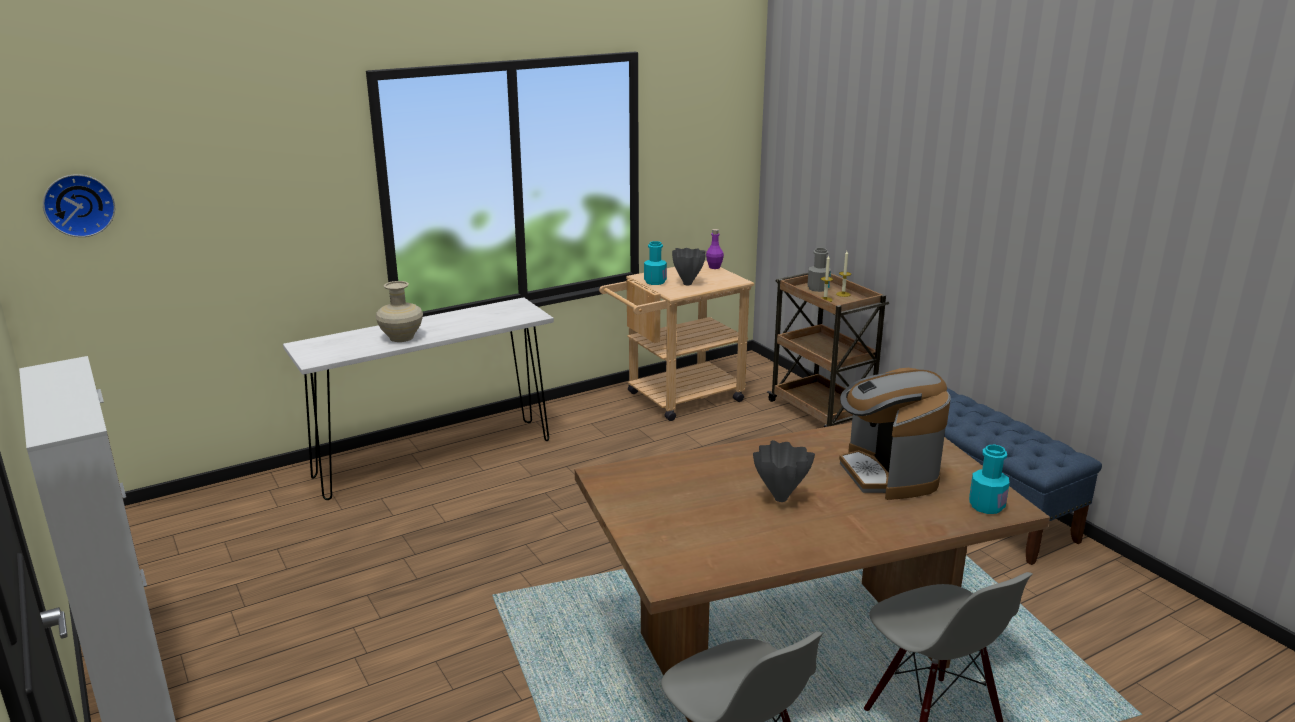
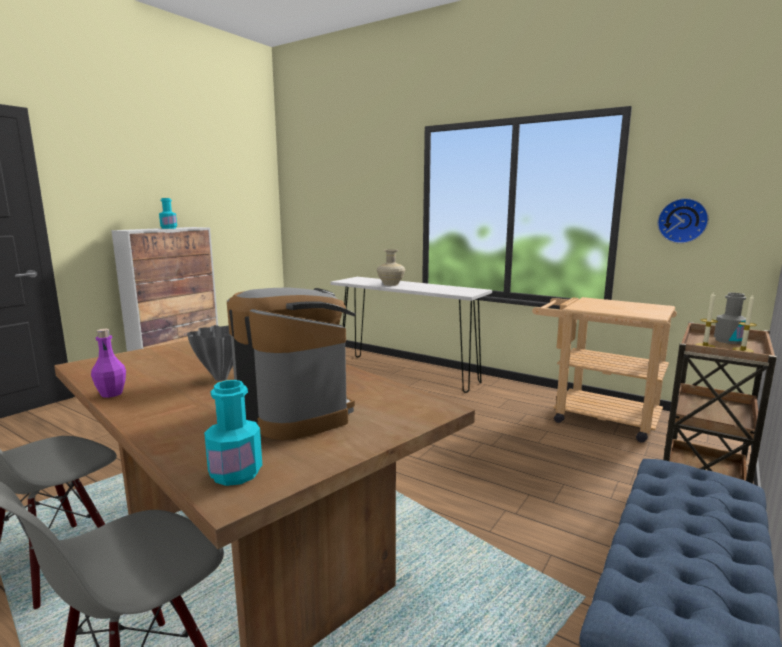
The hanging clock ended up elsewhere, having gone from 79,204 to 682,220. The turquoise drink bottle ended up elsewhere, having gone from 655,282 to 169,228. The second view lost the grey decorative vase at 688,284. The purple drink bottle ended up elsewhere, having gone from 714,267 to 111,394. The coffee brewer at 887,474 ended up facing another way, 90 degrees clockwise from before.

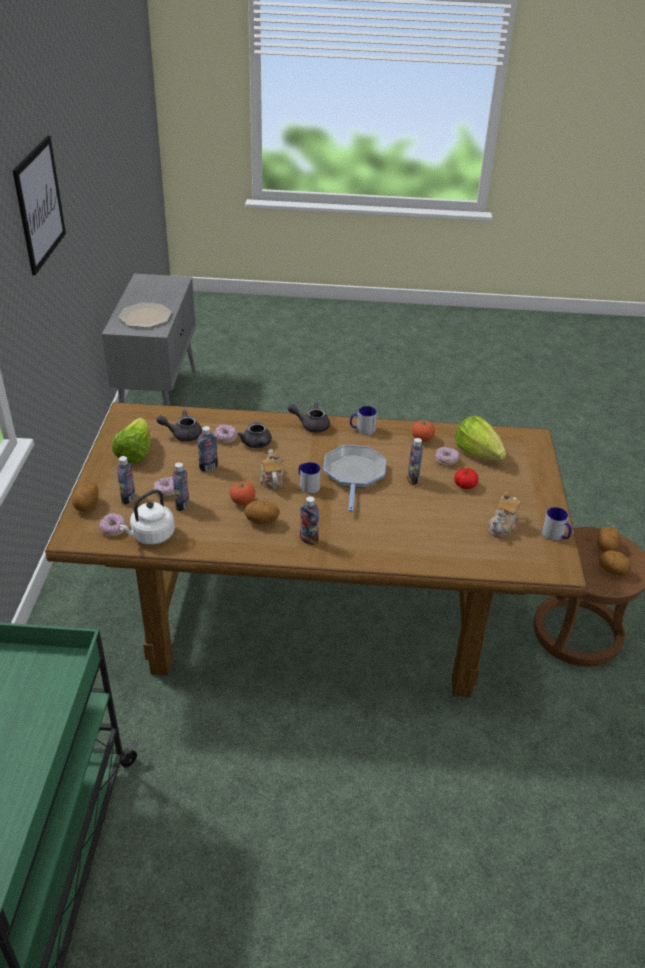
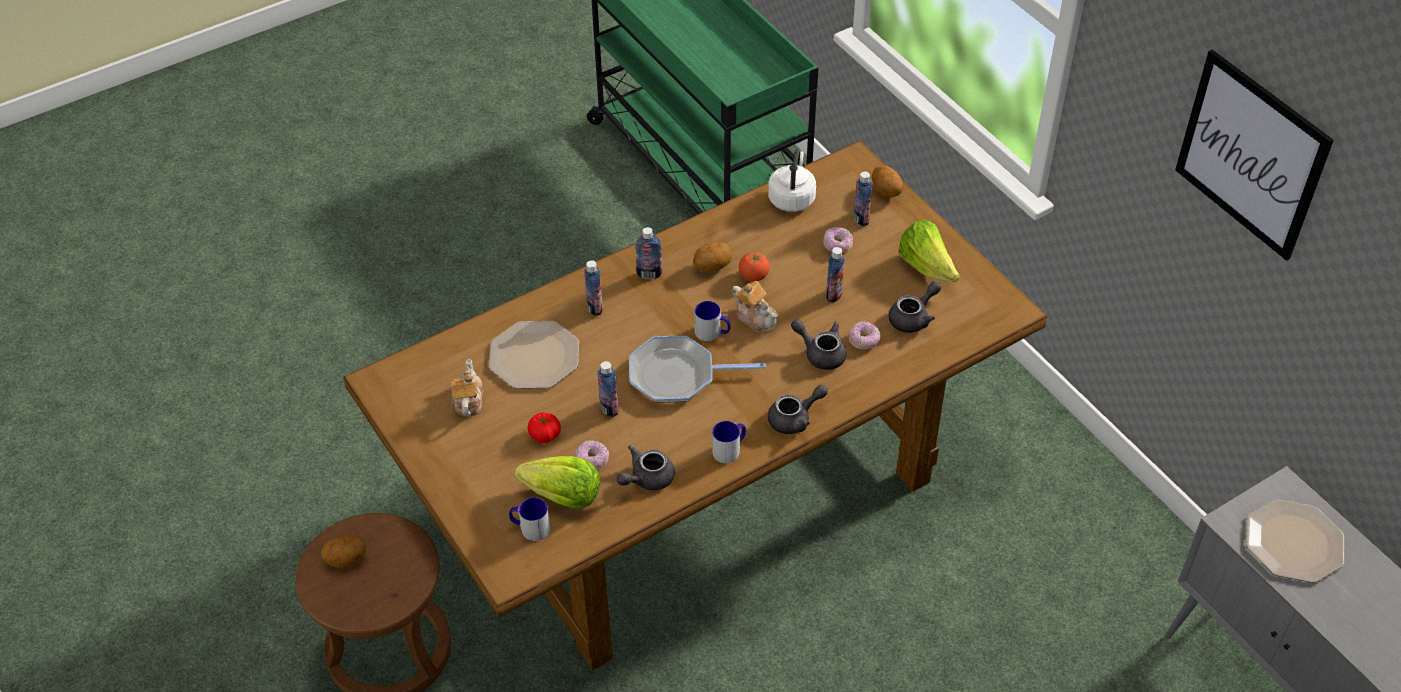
The second view lost the donut at 113,529. The drink bottle ended up elsewhere, having gone from 182,505 to 594,307. The skillet at 354,475 ended up facing another way, 120 degrees clockwise from before. Where the fresh tomato stood at 422,439, the grey pot for tea came to stand at 646,479. The tea mug ended up elsewhere, having gone from 555,535 to 530,528. The second view lost the potato at 606,547. The second view gained the dinner plate at 535,356.

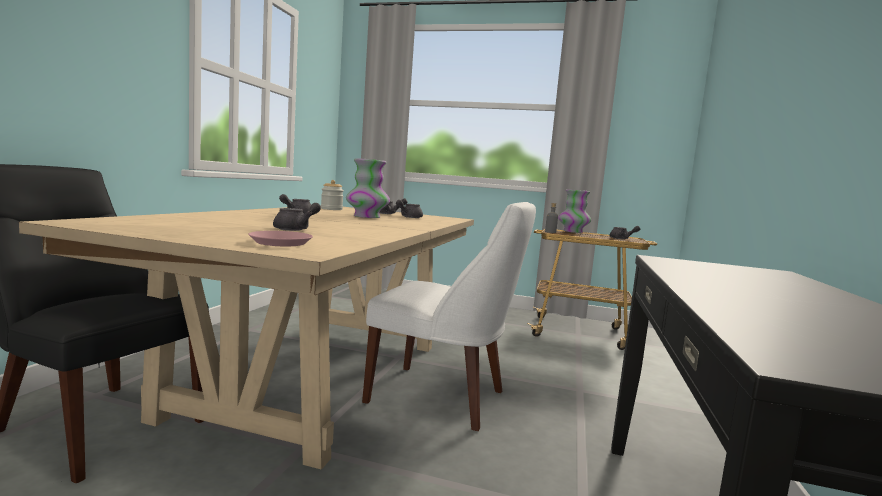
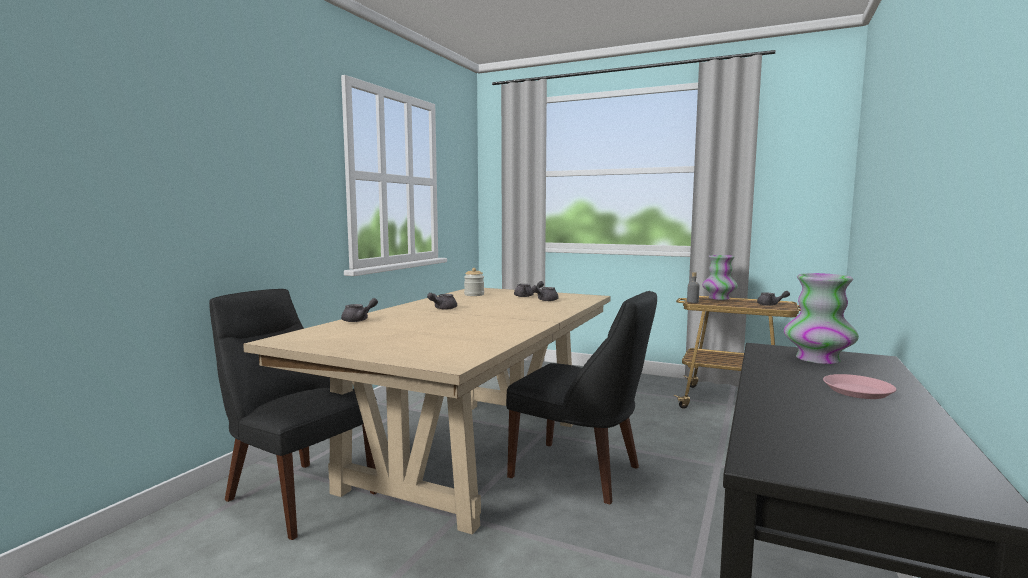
The pink-coloured dinner plate ended up elsewhere, having gone from 281,243 to 858,391. The grey pot for tea ended up elsewhere, having gone from 296,229 to 359,320. The decorative vase ended up elsewhere, having gone from 367,217 to 817,359. What was the whitish chair at 443,398 turned into the black chair at 580,473.

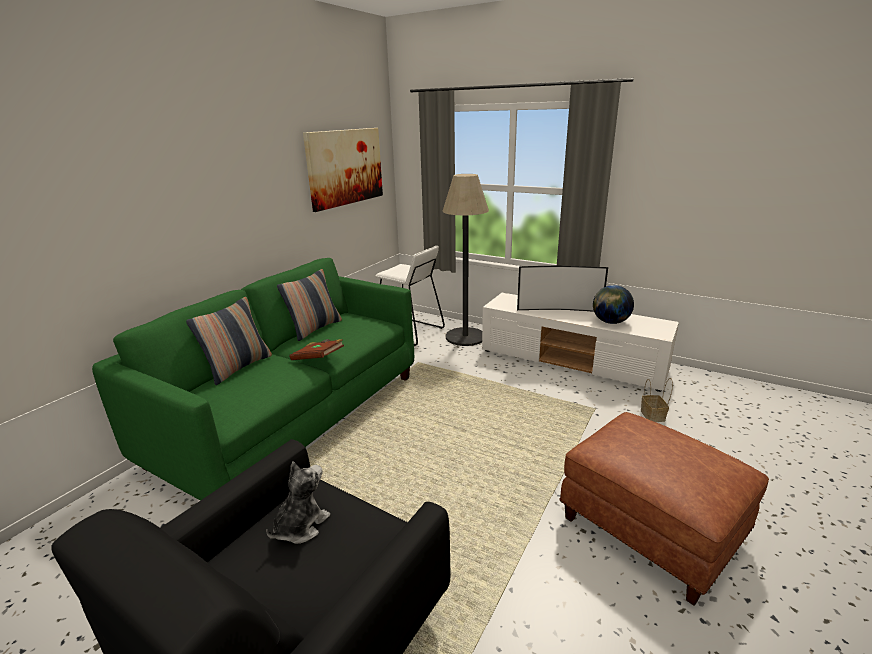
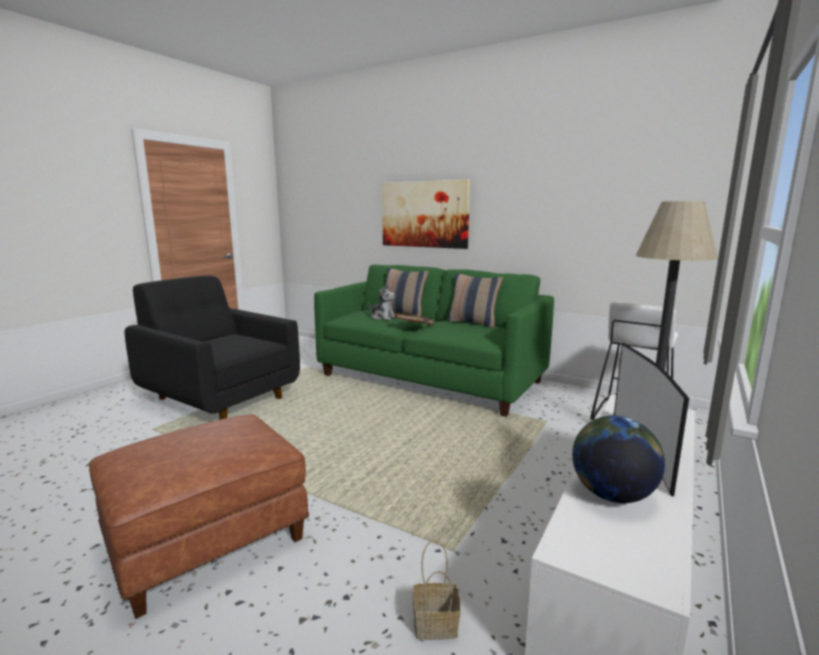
The cuddly toy ended up elsewhere, having gone from 300,526 to 383,317. The wall picture ended up elsewhere, having gone from 345,167 to 424,214.

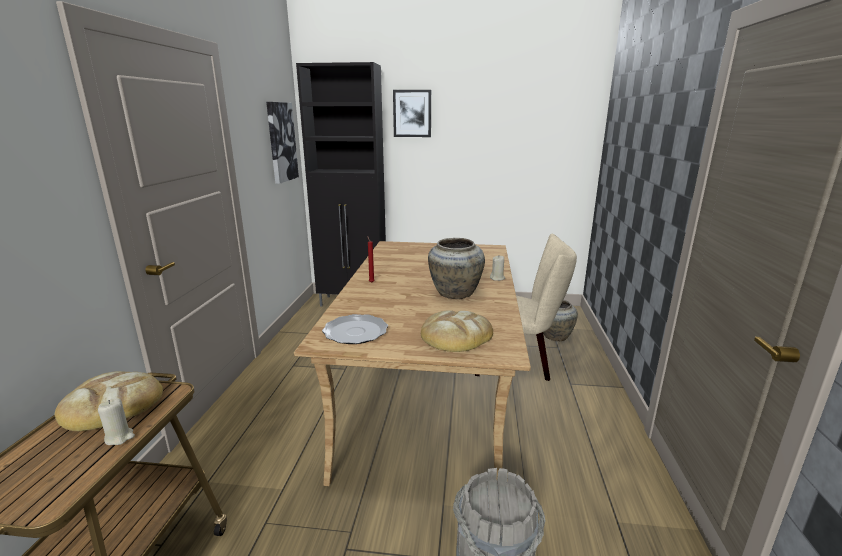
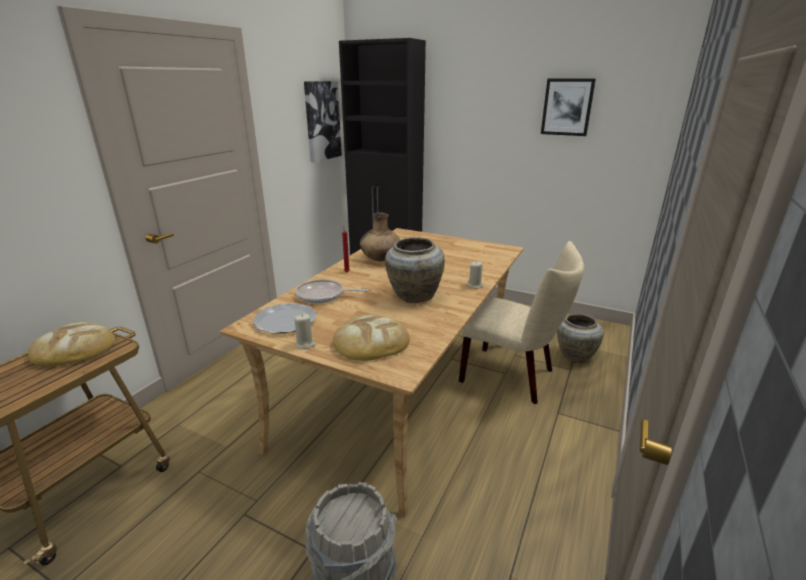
The sand-coloured wax light ended up elsewhere, having gone from 119,437 to 305,344. The wall picture ended up elsewhere, having gone from 412,113 to 567,107. The second view gained the skillet at 323,295. The second view gained the brownish decorative vase at 380,259.

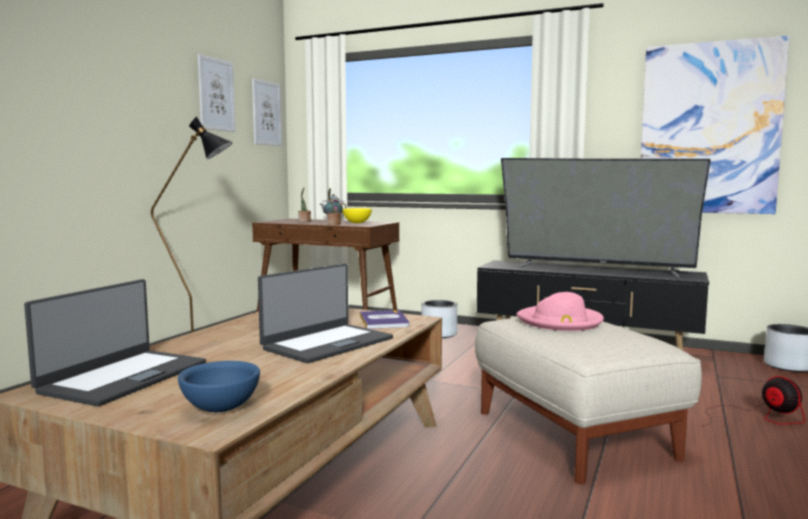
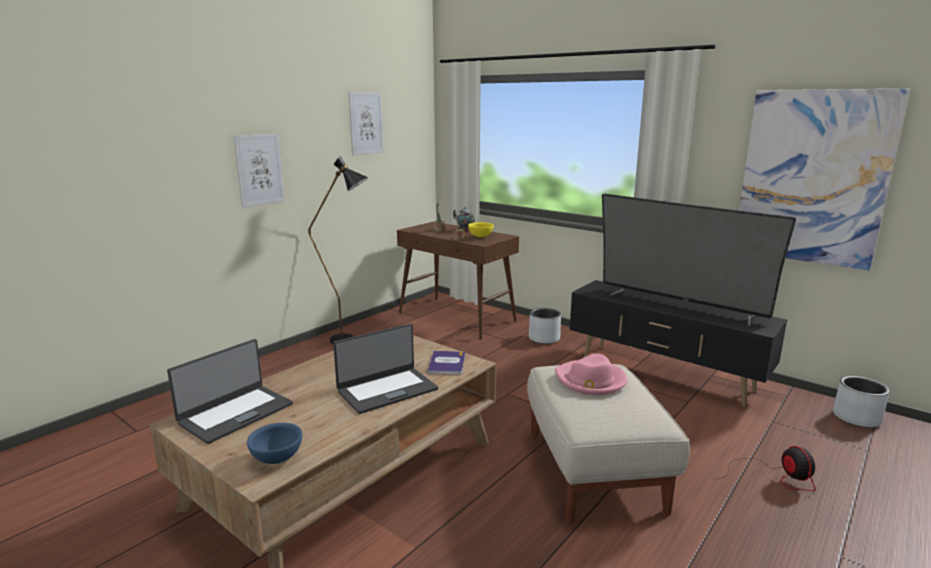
The wall picture ended up elsewhere, having gone from 266,113 to 259,170.

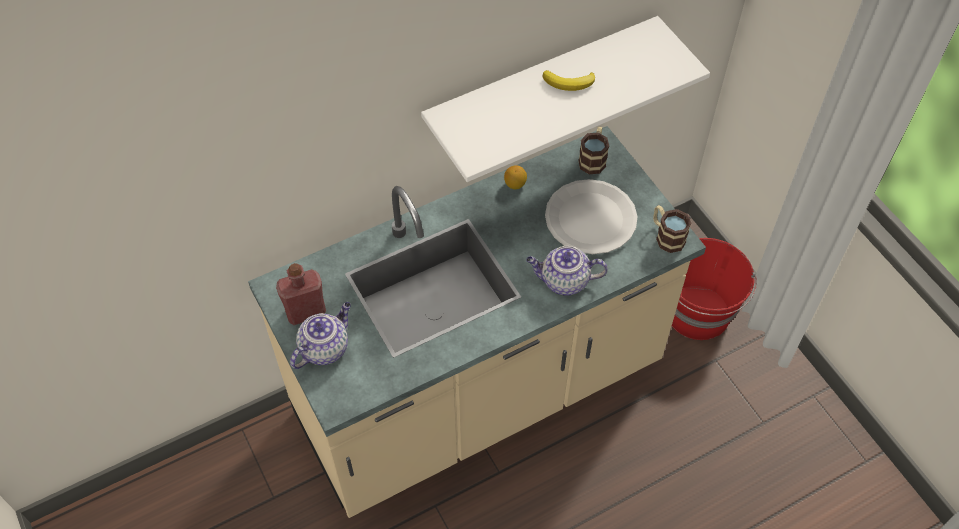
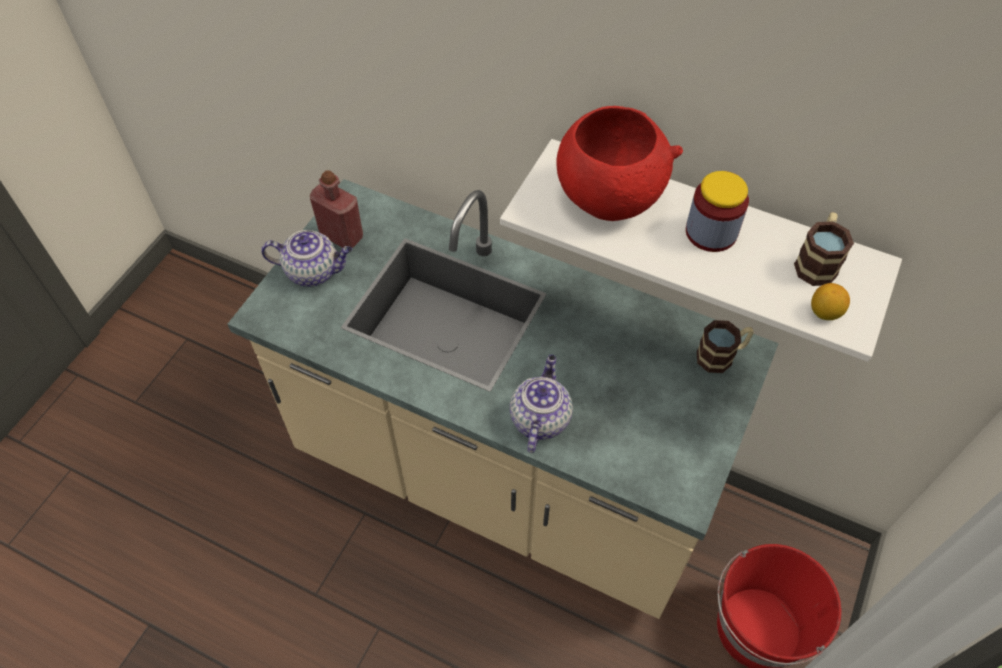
The citrus fruit ended up elsewhere, having gone from 515,184 to 824,312. The pot for tea at 563,281 ended up facing another way, 45 degrees clockwise from before. Where the banana fruit stood at 569,83, the preserve jar came to stand at 711,232. The second view lost the whitish dinner plate at 590,218. The tea mug ended up elsewhere, having gone from 666,236 to 817,262. The second view gained the red-coloured serving bowl at 609,198.

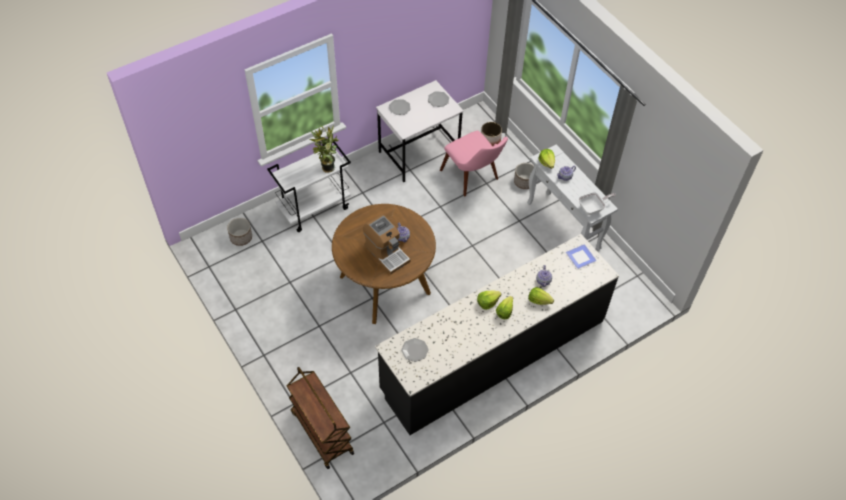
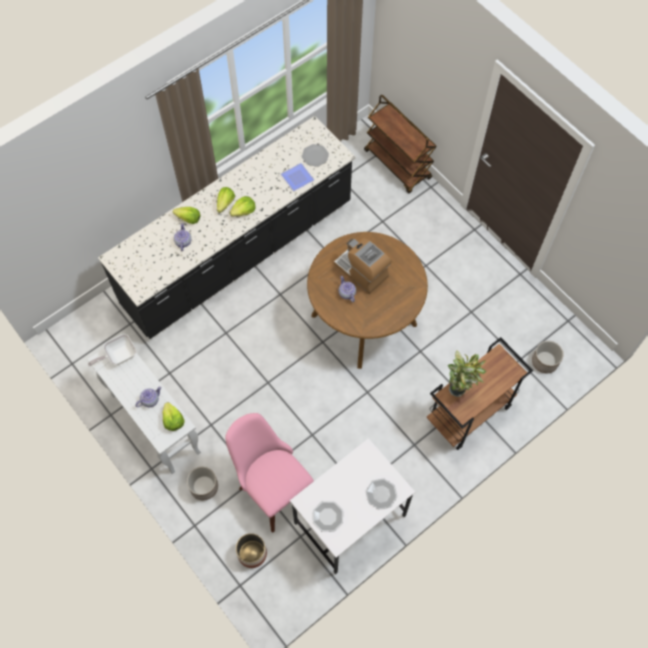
What was the whitish trolley at 314,208 turned into the brownish trolley at 468,413. The dinner plate ended up elsewhere, having gone from 581,256 to 297,179.

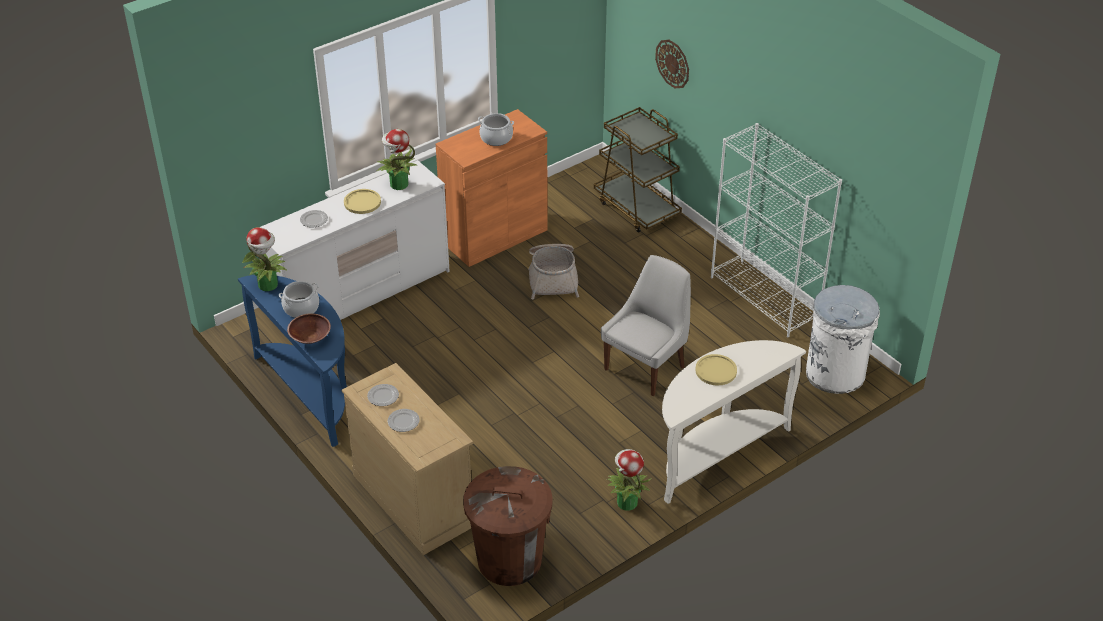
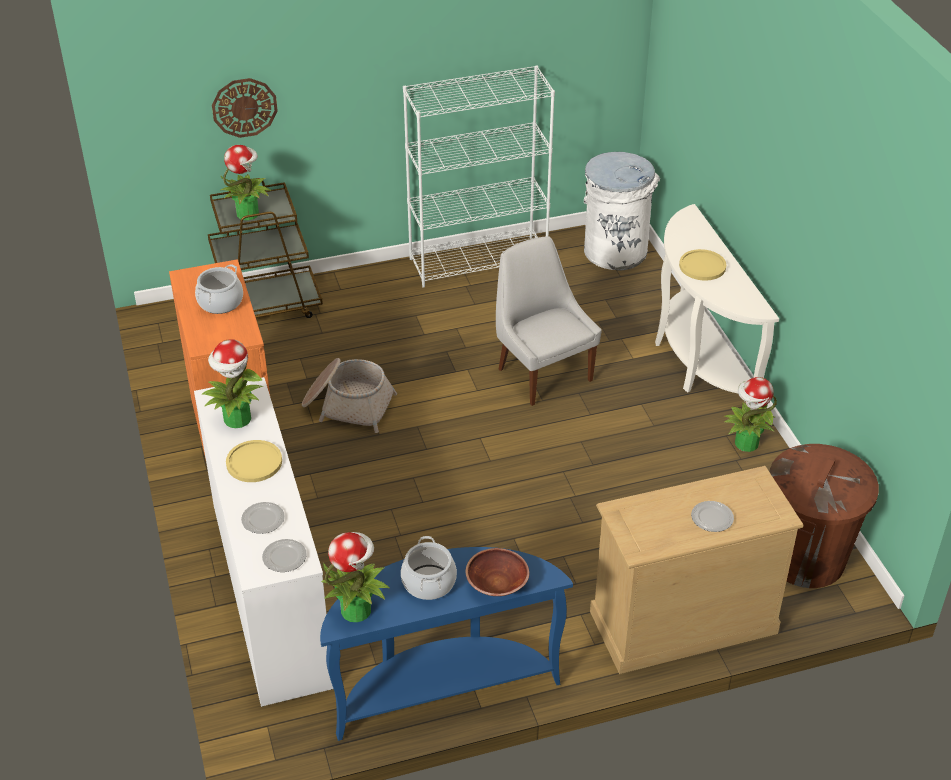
The dinner plate ended up elsewhere, having gone from 383,396 to 284,557. The second view gained the plant in a pot at 248,213.

